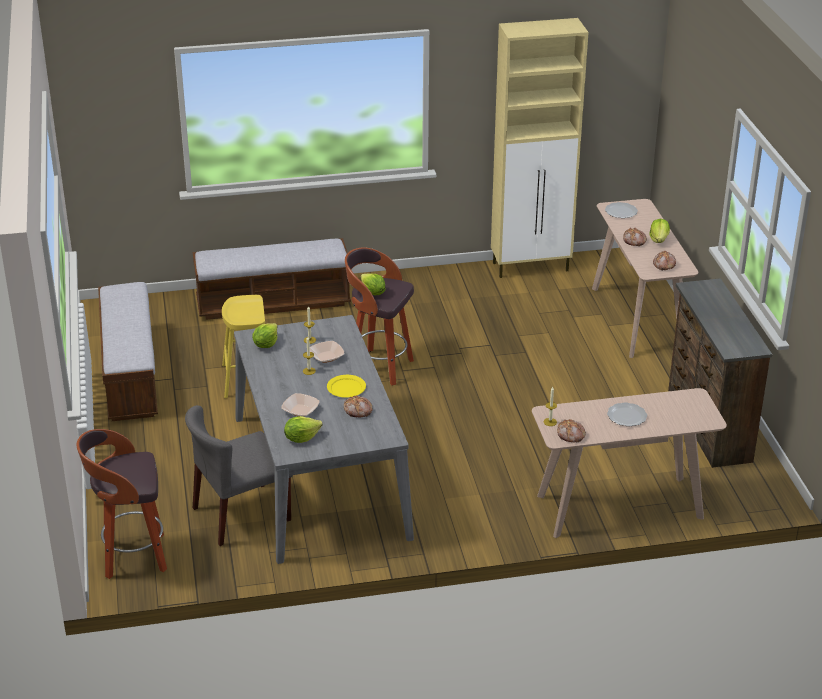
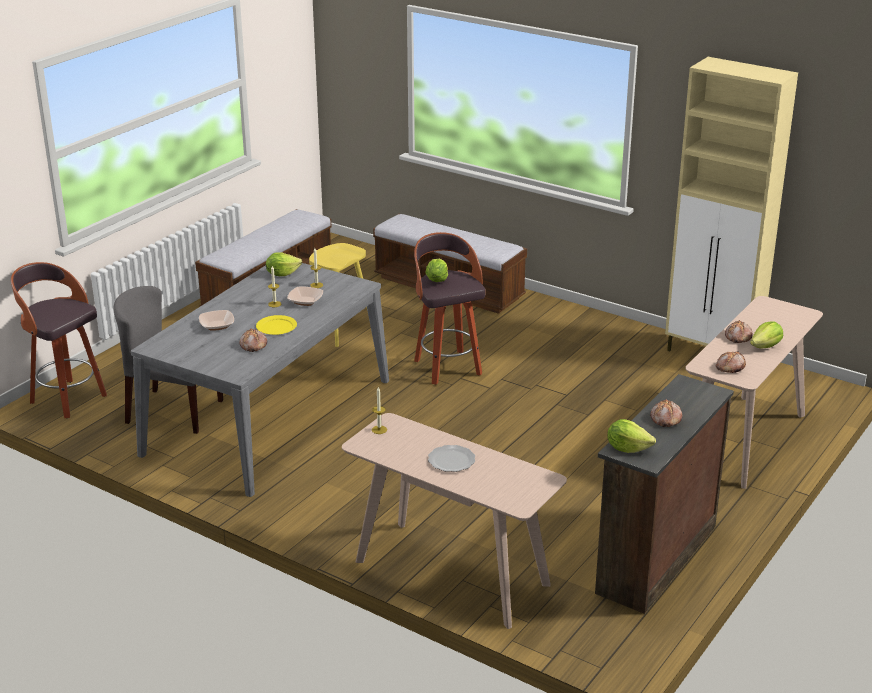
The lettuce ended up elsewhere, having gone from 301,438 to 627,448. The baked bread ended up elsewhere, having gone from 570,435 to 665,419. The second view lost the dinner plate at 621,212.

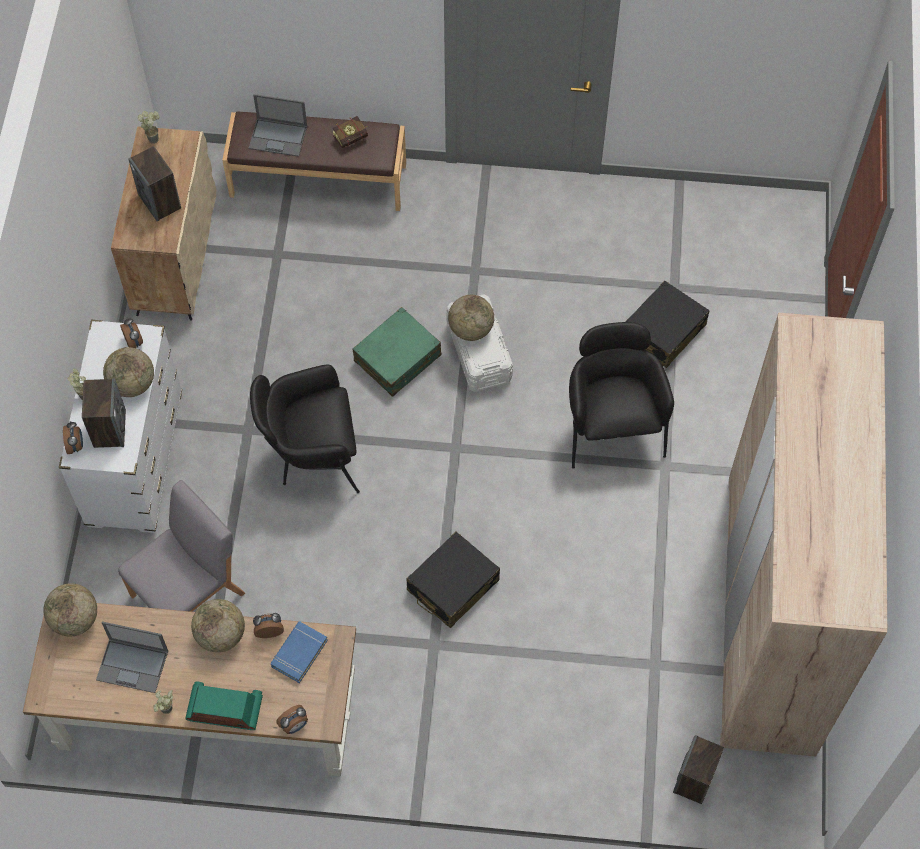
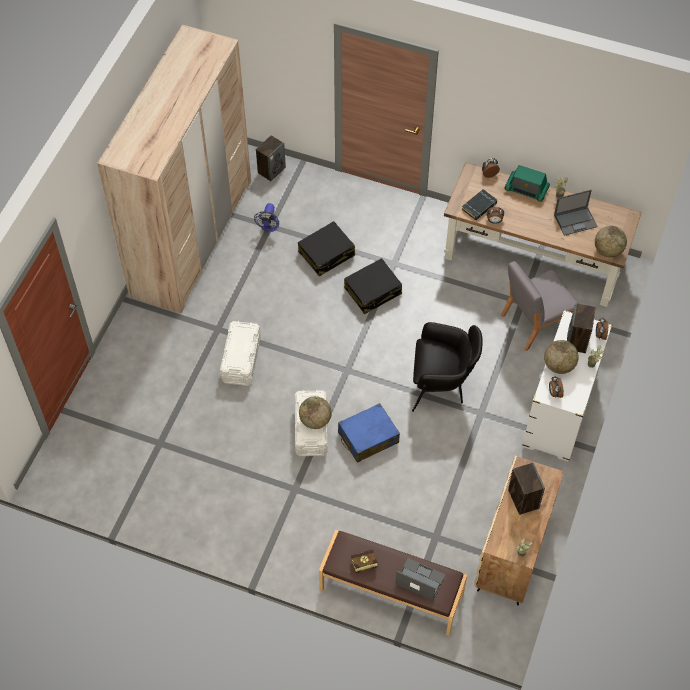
The laptop at 133,665 ended up facing another way, 135 degrees clockwise from before. The second view lost the world globe at 221,635. What was the bluish book at 299,653 turned into the black book at 479,206. What was the green piece of luggage at 398,358 turned into the bluish piece of luggage at 368,437. Where the black lounge chair stood at 612,427, the whitish storage bin came to stand at 241,360. The black piece of luggage ended up elsewhere, having gone from 663,331 to 327,254. The second view gained the fan at 269,227.

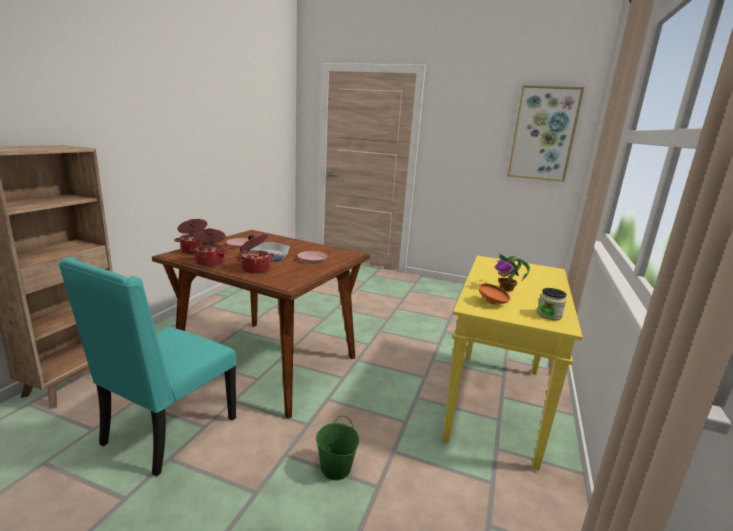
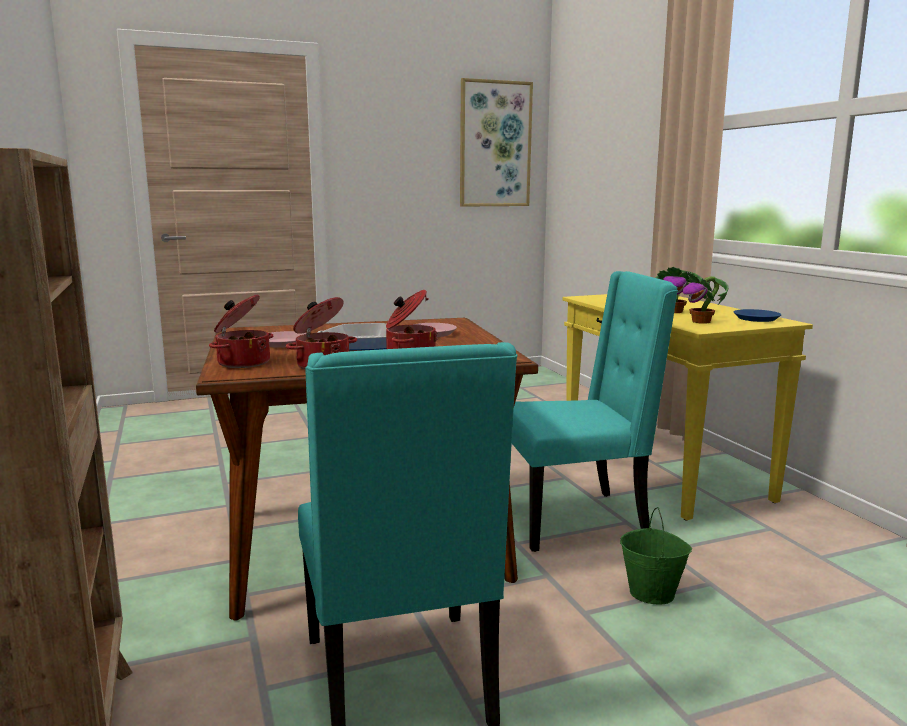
Where the orangey serving bowl stood at 493,303, the plant in a pot came to stand at 701,322. Where the preserve jar stood at 549,315, the bluish dinner plate came to stand at 756,318. The second view gained the turquoise chair at 575,519.

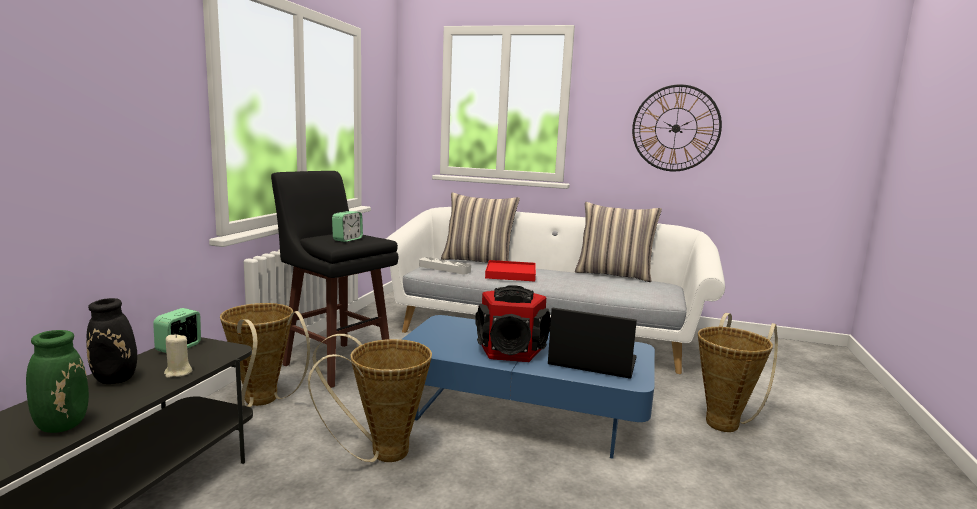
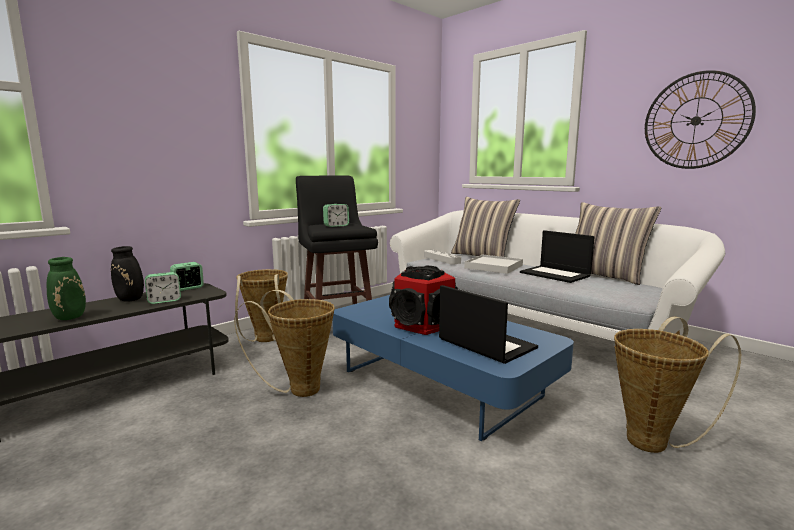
Where the sand-coloured wax light stood at 178,373, the alarm clock came to stand at 164,301. What was the red-coloured tray at 511,274 turned into the whitish tray at 493,267. The second view gained the laptop at 556,274.

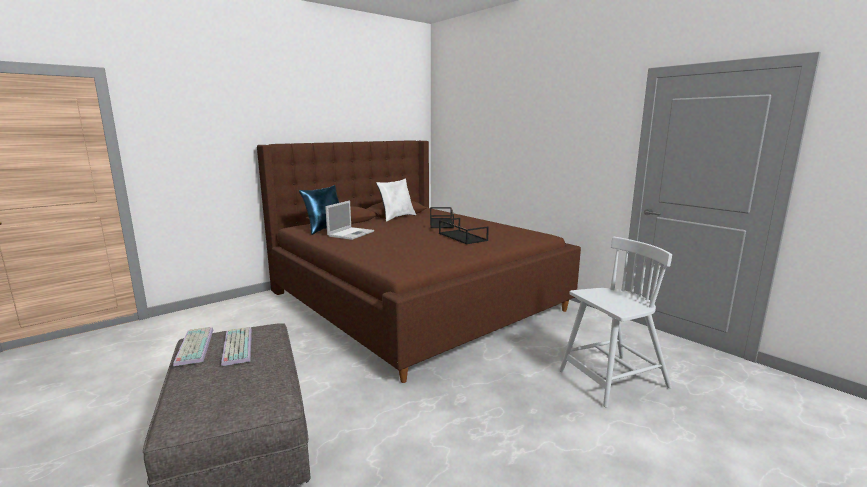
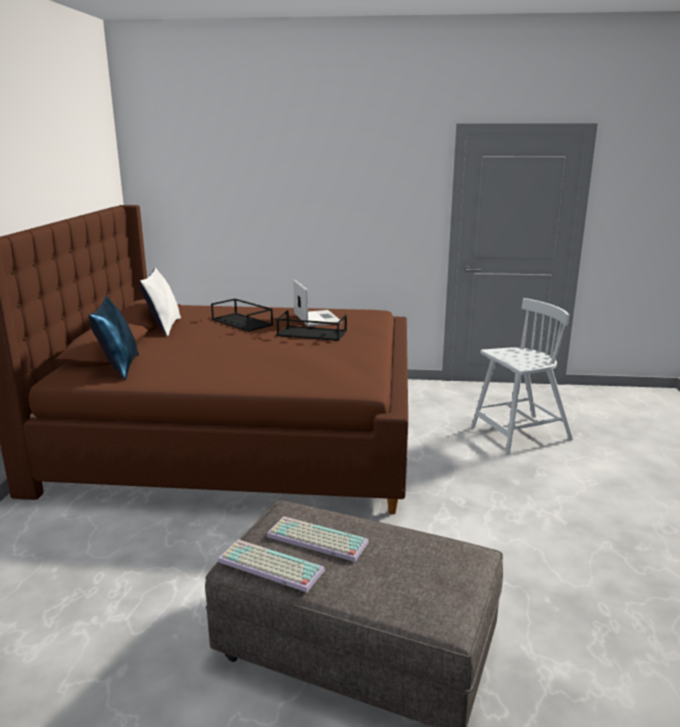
The laptop ended up elsewhere, having gone from 351,233 to 316,318. The whitish chair at 612,380 ended up facing another way, 45 degrees clockwise from before.

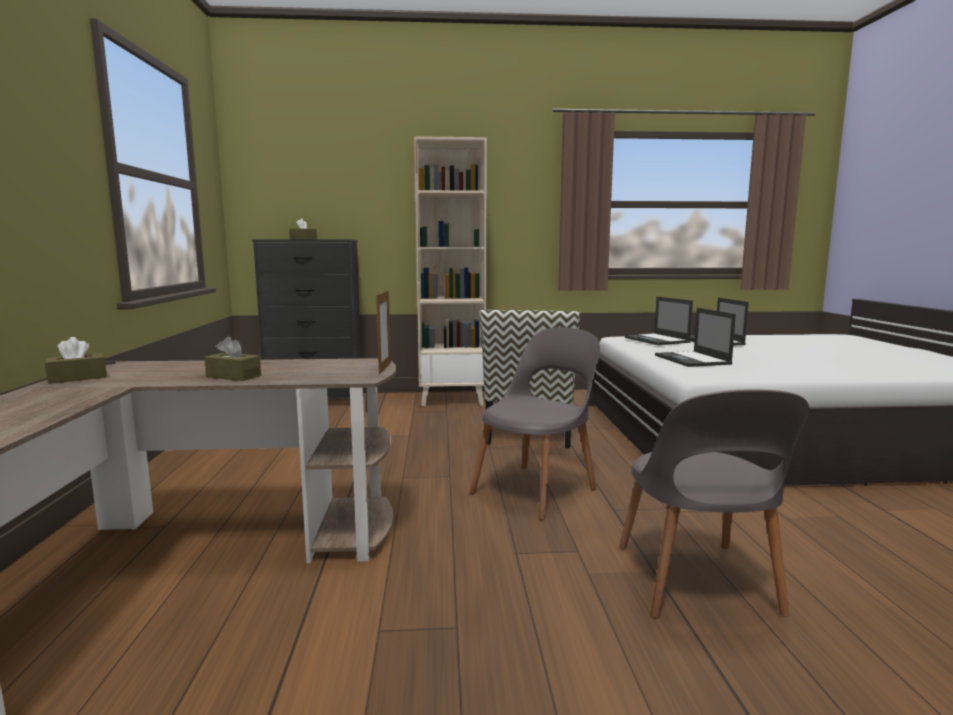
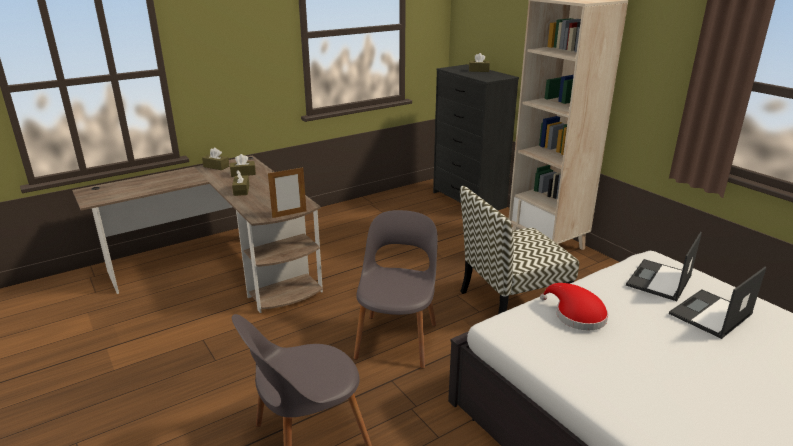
The grey chair at 537,489 ended up facing another way, 90 degrees counterclockwise from before. Where the laptop stood at 693,360, the red-coloured clothing hat came to stand at 576,315. The second view gained the brownish tissue box at 243,173.

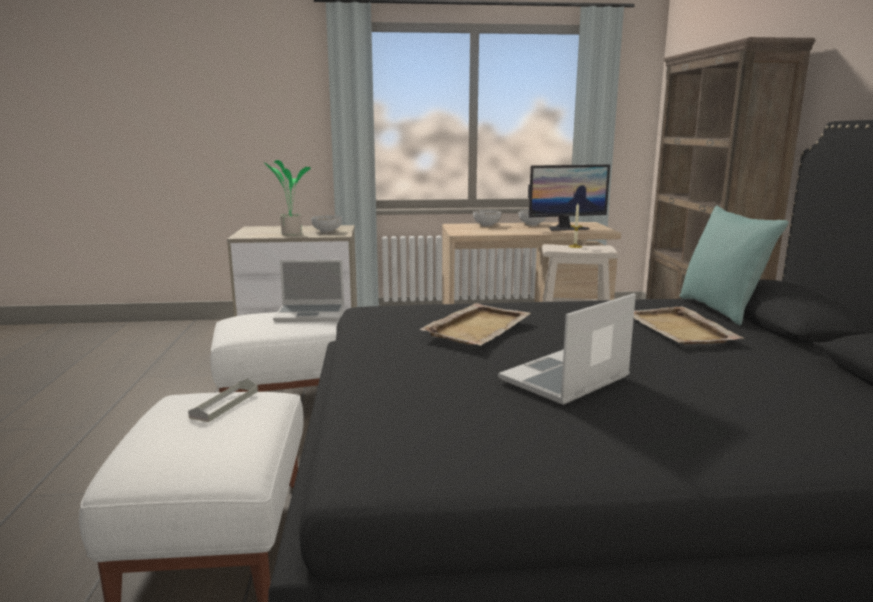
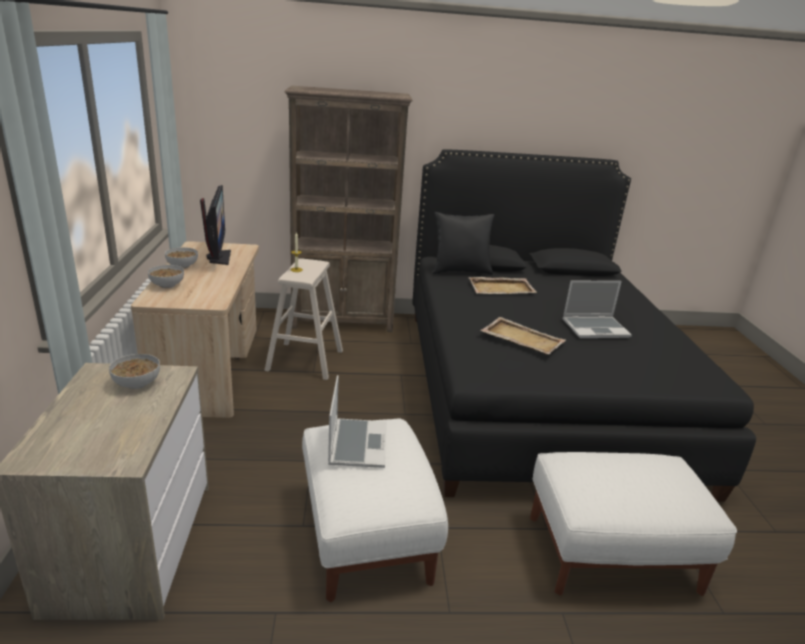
The second view lost the grey tray at 225,404. The second view lost the plant in a pot at 290,234. The laptop at 565,379 ended up facing another way, 60 degrees counterclockwise from before. What was the turquoise throw pillow at 721,310 turned into the black throw pillow at 460,271.

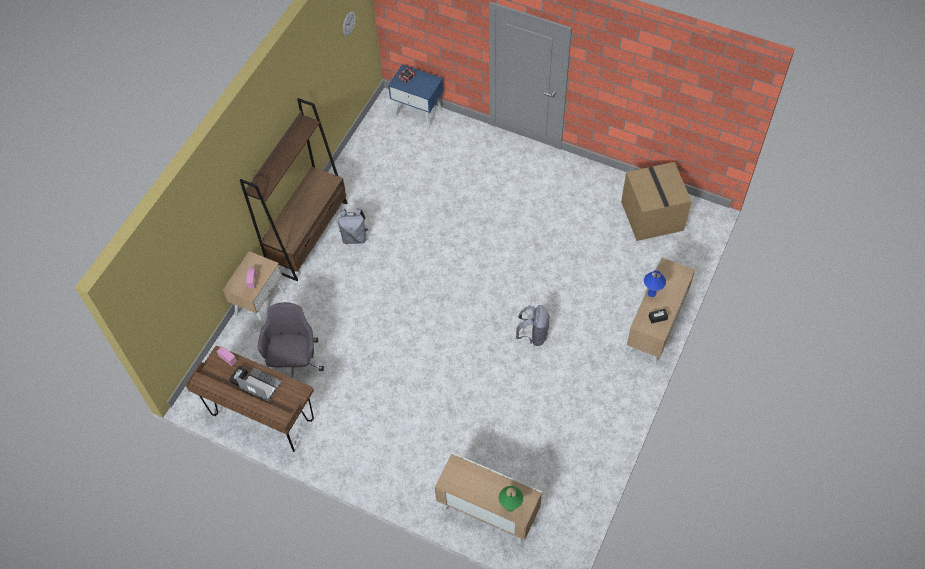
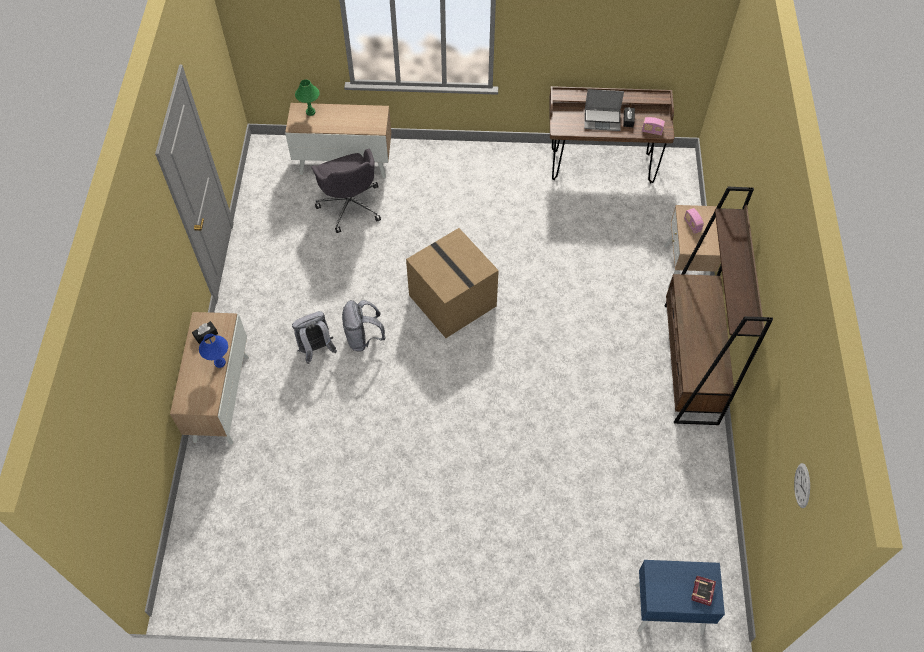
The grey computer chair ended up elsewhere, having gone from 294,362 to 350,205. The grey backpack ended up elsewhere, having gone from 354,237 to 316,350. The cardboard box ended up elsewhere, having gone from 653,216 to 451,300.

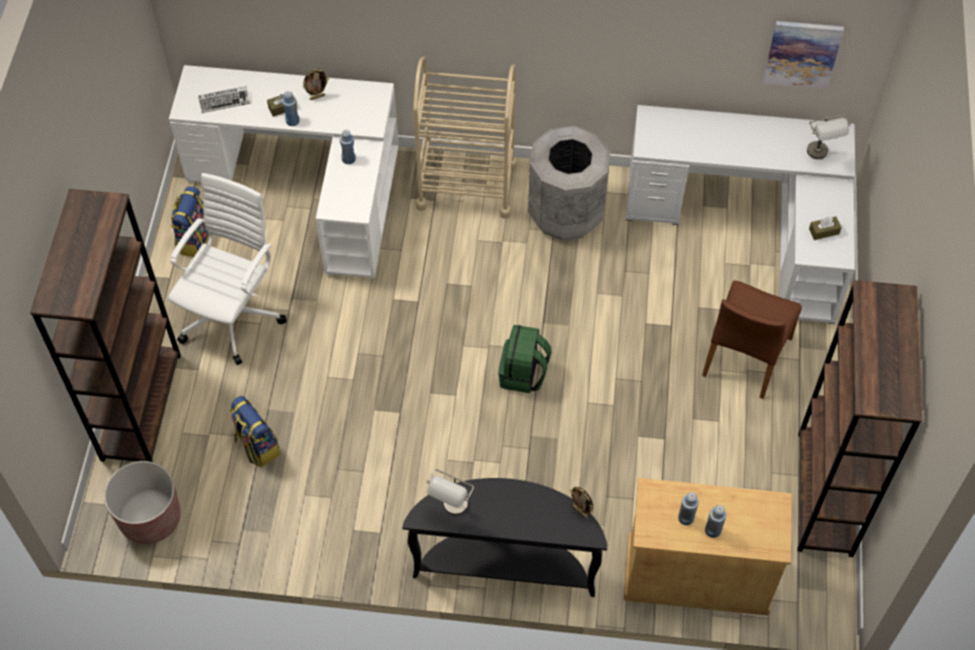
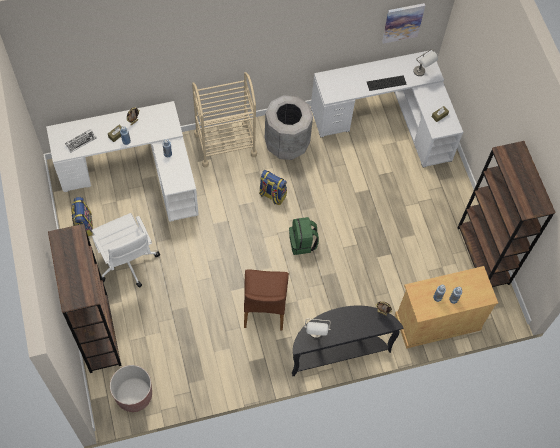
The whitish computer chair at 233,314 ended up facing another way, 150 degrees clockwise from before. The backpack ended up elsewhere, having gone from 256,446 to 272,195. The brownish chair ended up elsewhere, having gone from 745,357 to 264,307. The second view gained the computer keyboard at 386,83.

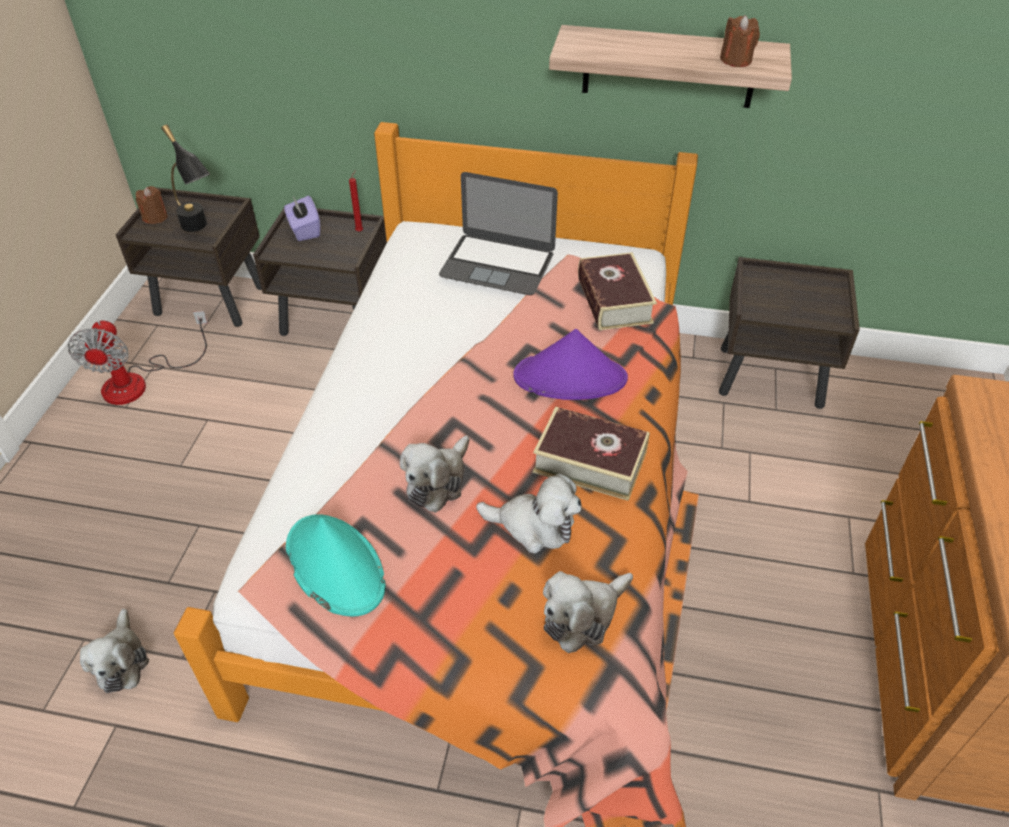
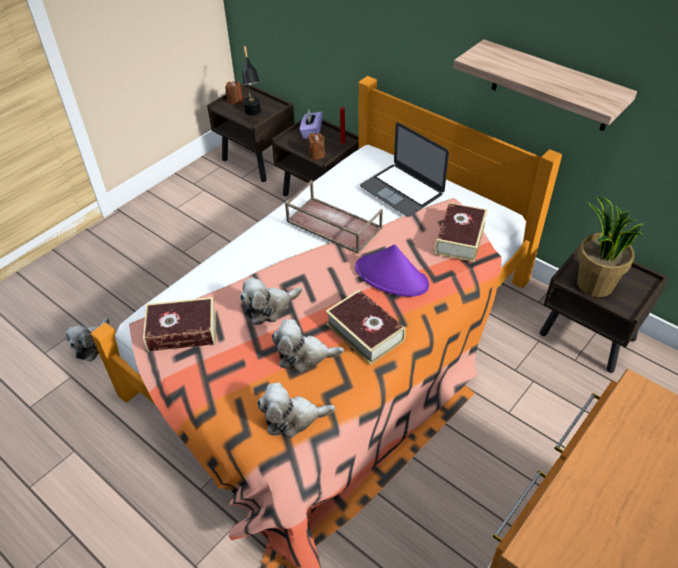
The second view lost the fan at 139,381. Where the turquoise clothing hat stood at 334,565, the book came to stand at 182,331. The cuddly toy at 534,526 ended up facing another way, 135 degrees clockwise from before. The brownish wax light ended up elsewhere, having gone from 736,60 to 317,154. The second view gained the brownish tray at 332,225. The second view gained the plant in a pot at 594,285.

